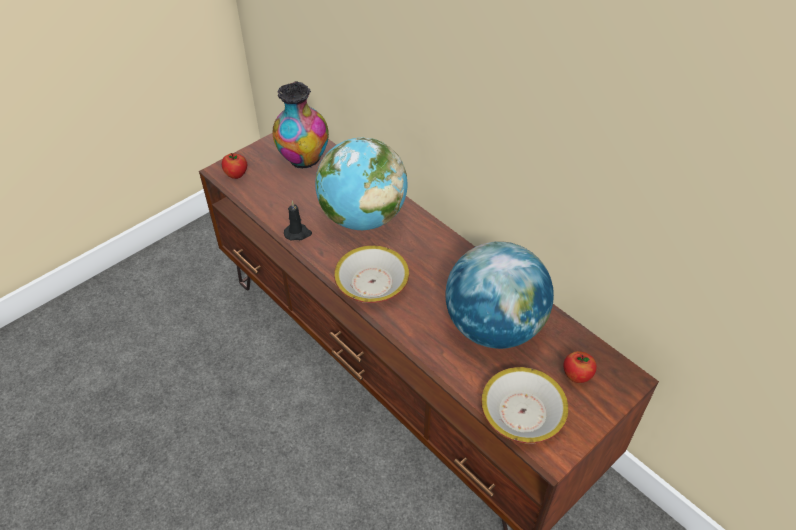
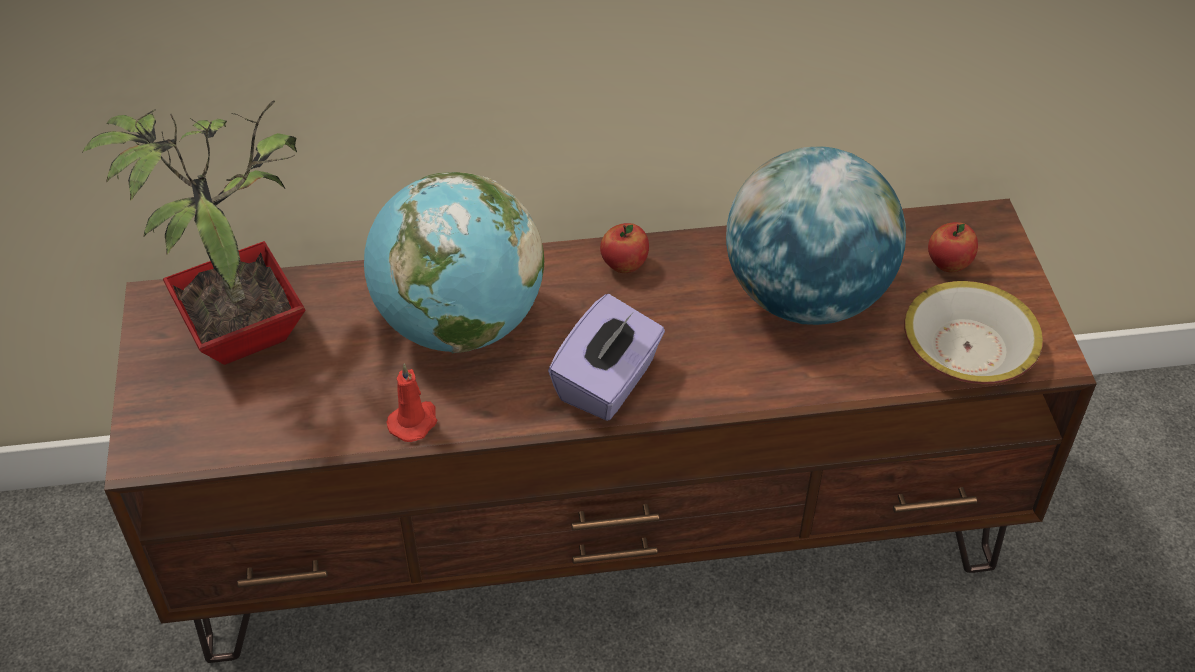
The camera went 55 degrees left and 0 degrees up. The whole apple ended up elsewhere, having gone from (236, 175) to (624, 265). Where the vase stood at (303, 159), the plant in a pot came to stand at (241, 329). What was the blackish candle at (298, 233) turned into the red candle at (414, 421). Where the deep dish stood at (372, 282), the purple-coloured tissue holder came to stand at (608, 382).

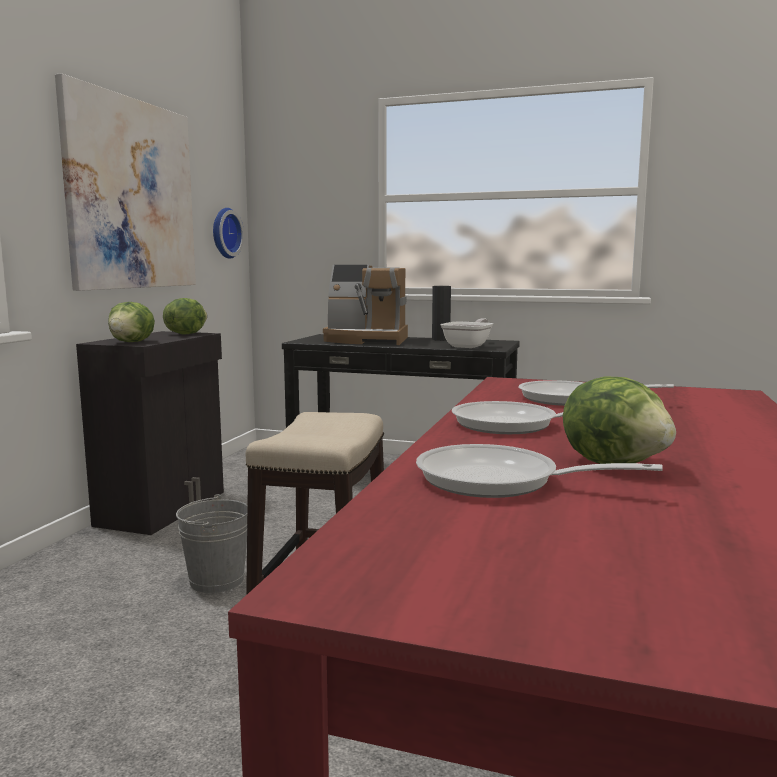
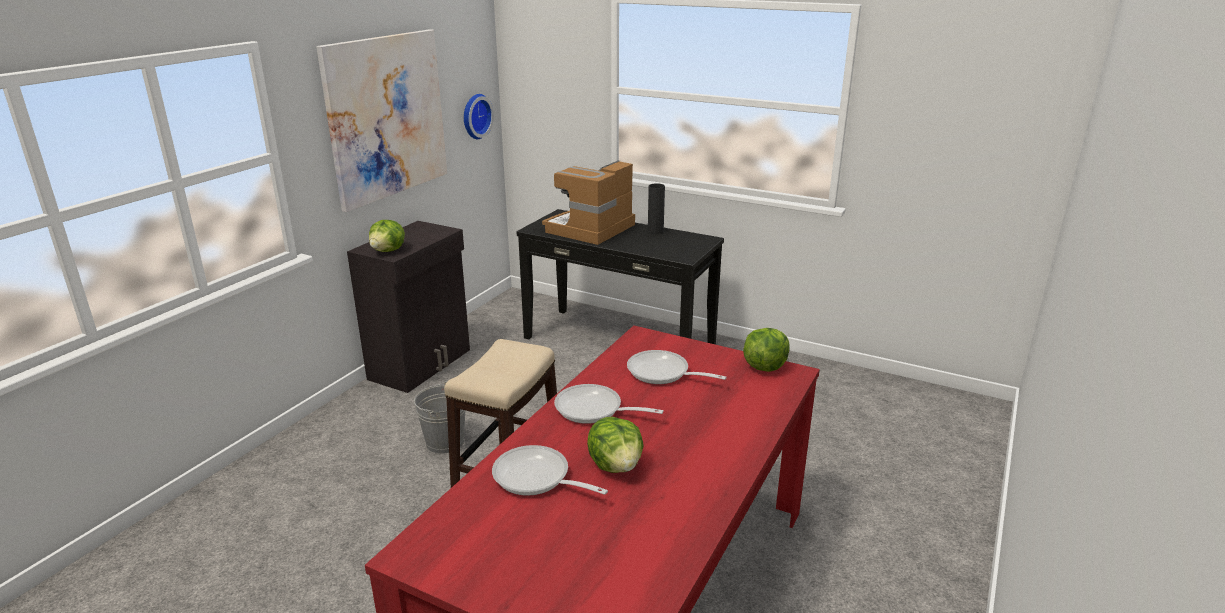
The camera went 10 degrees right and 15 degrees up. The head of lettuce ended up elsewhere, having gone from (185, 334) to (765, 366). The coffee maker at (367, 340) ended up facing another way, 105 degrees clockwise from before. The second view lost the pan at (469, 346).

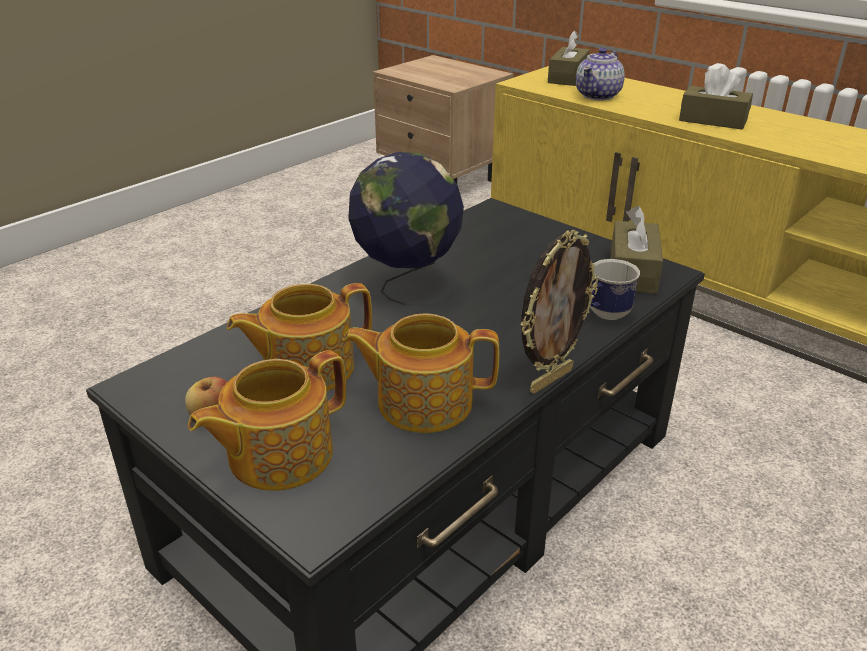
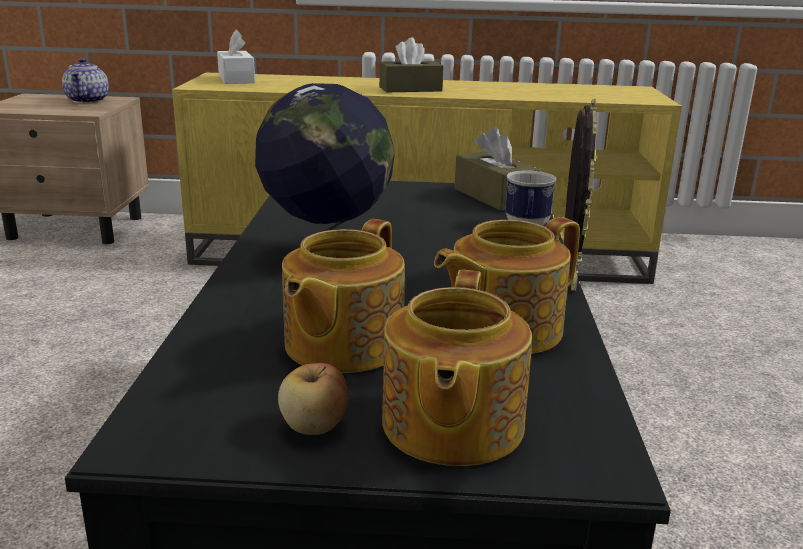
The camera went 40 degrees left and 10 degrees down. What was the brownish tissue holder at (567, 77) turned into the white-coloured tissue holder at (236, 79). The teapot ended up elsewhere, having gone from (598, 95) to (88, 100).

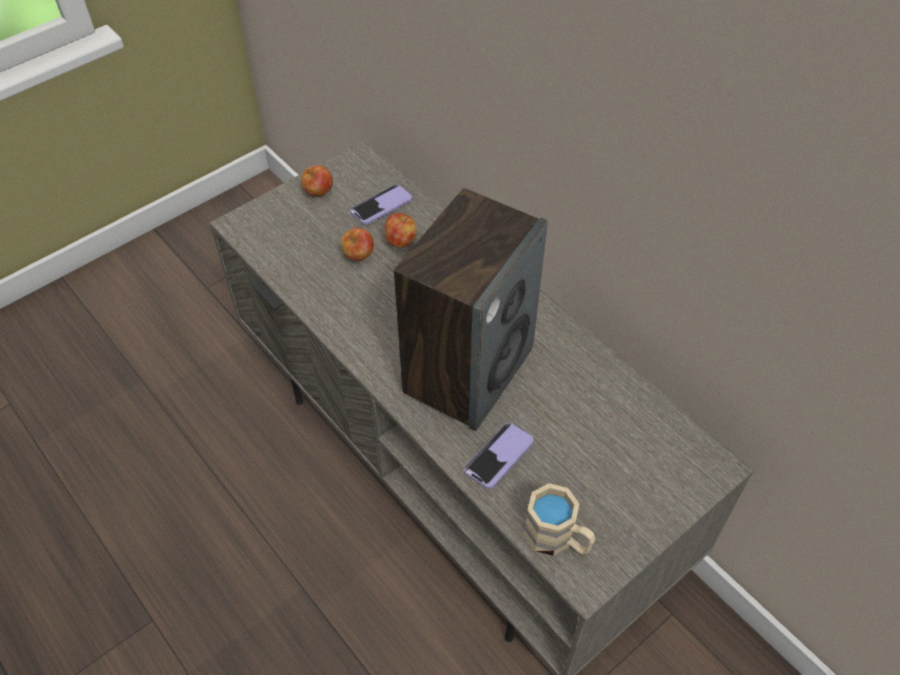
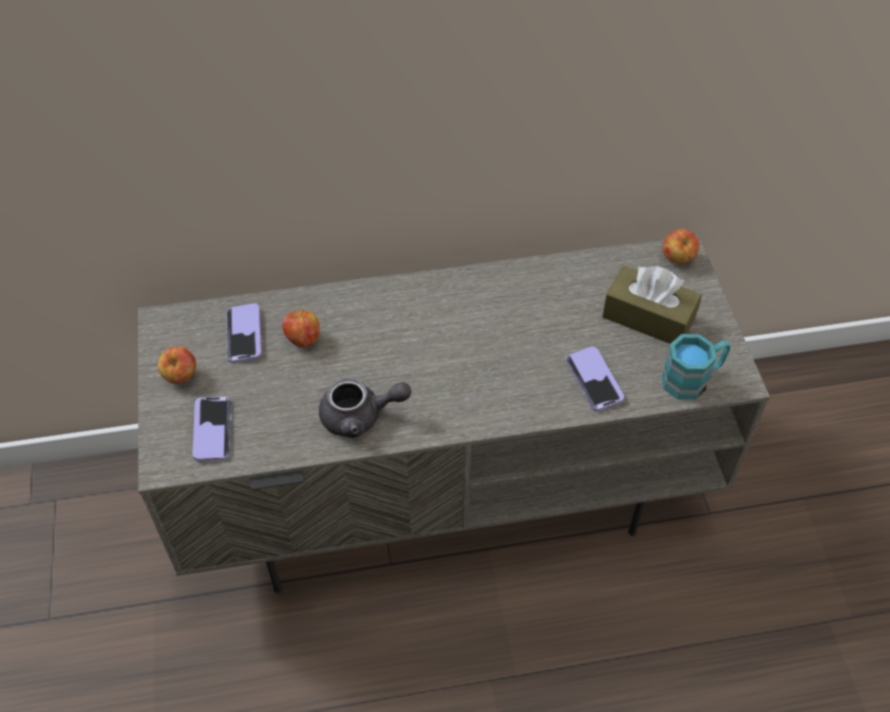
The camera went 60 degrees left and 0 degrees up. The whole apple ended up elsewhere, having gone from (359, 256) to (677, 258). The second view lost the audio speaker at (468, 369). What was the beige-coloured tea mug at (558, 538) turned into the blue-green tea mug at (692, 379). The second view gained the handset at (212, 430). The second view gained the greyish teapot at (360, 416). The second view gained the brownish tissue holder at (648, 317).

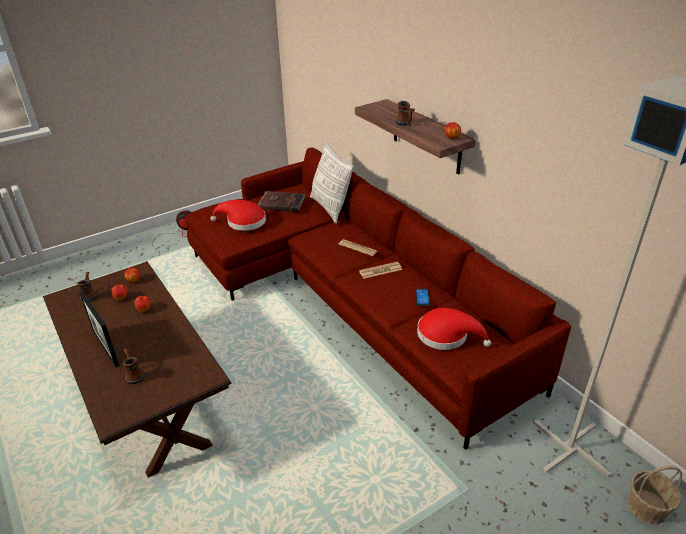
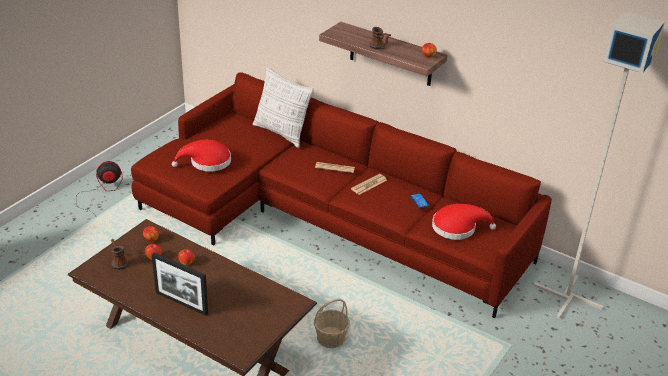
The camera went 25 degrees left and 0 degrees up. The second view lost the tea mug at (134, 374). The second view lost the brownish bound book at (282, 203). The household basket ended up elsewhere, having gone from (647, 507) to (331, 338).

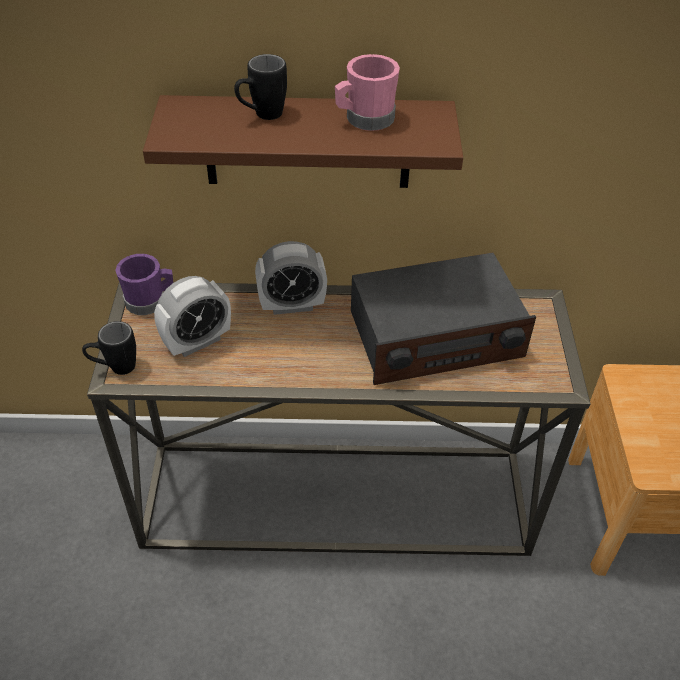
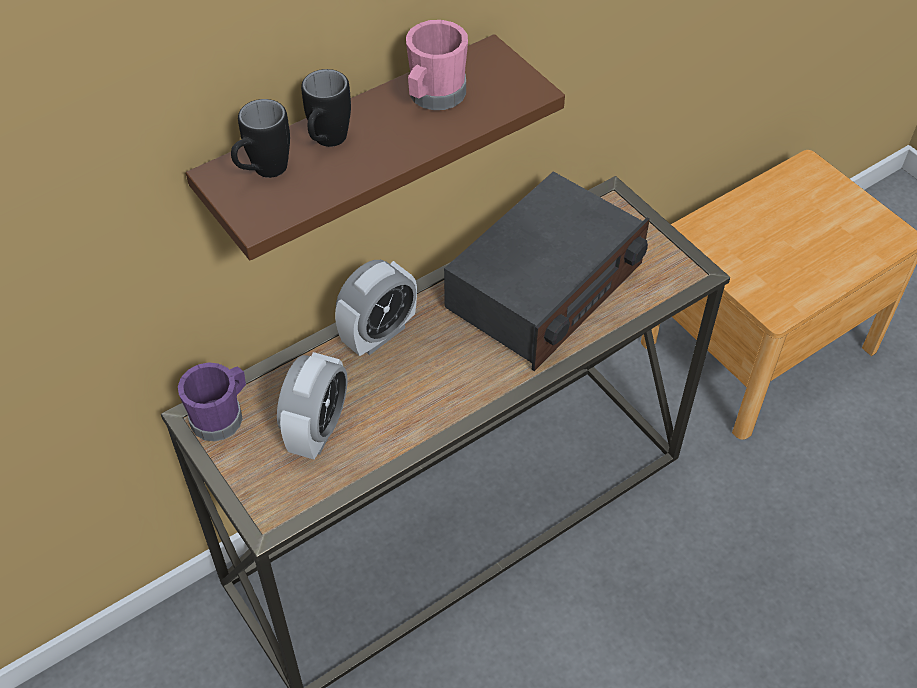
The camera went 35 degrees left and 5 degrees up. The blackish tea mug ended up elsewhere, having gone from (115, 368) to (263, 173).

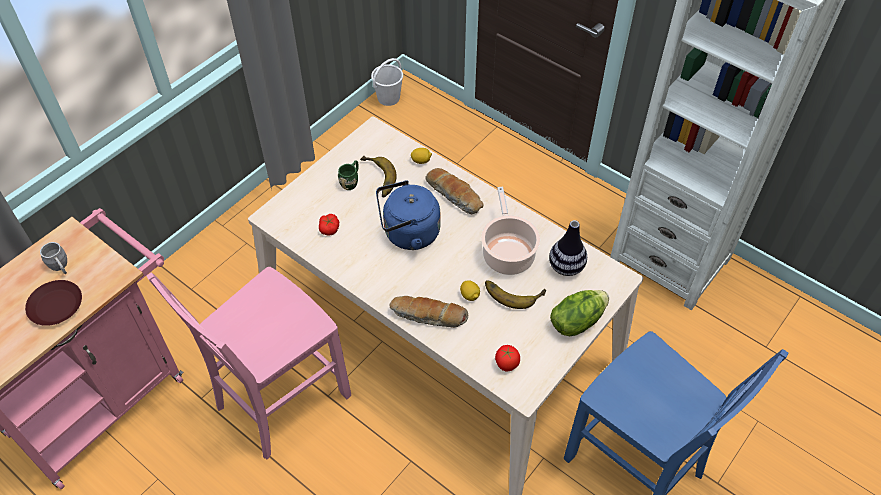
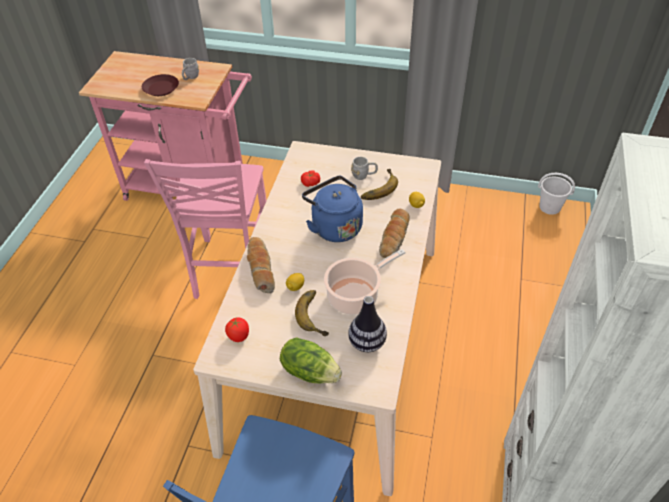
The camera went 65 degrees right and 5 degrees down. The pink plain chair at (279, 401) ended up facing another way, 105 degrees counterclockwise from before. What was the green-coloured tea mug at (351, 181) turned into the greyish tea mug at (364, 175).

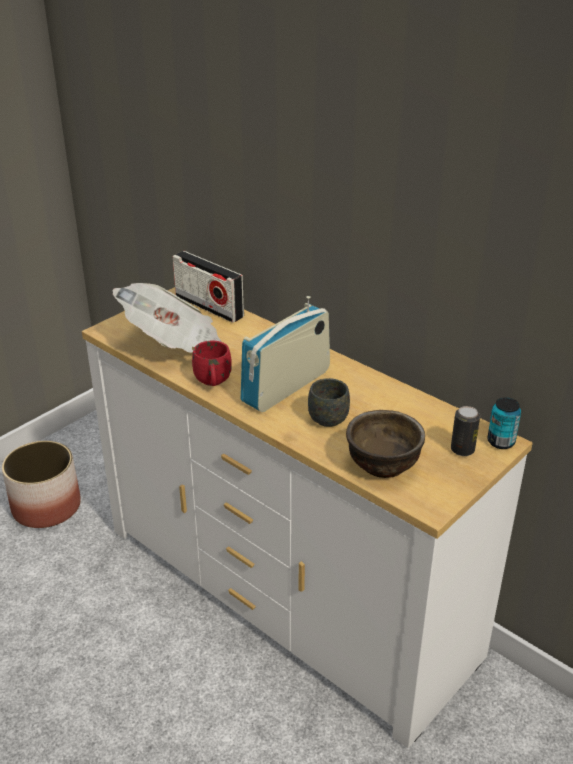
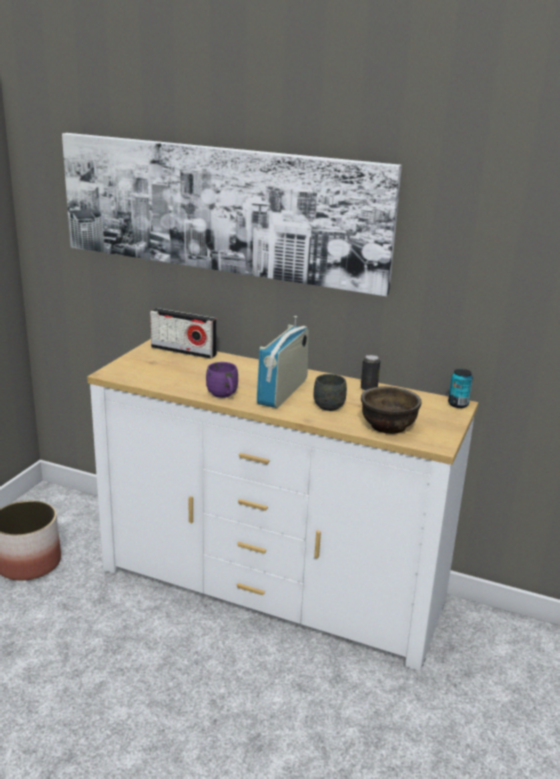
The camera went 20 degrees left and 10 degrees down. The second view lost the printed paper at (175, 344). What was the red tea mug at (213, 382) turned into the purple-coloured tea mug at (223, 395). The can ended up elsewhere, having gone from (462, 450) to (369, 388). The second view gained the wall art at (221, 209).

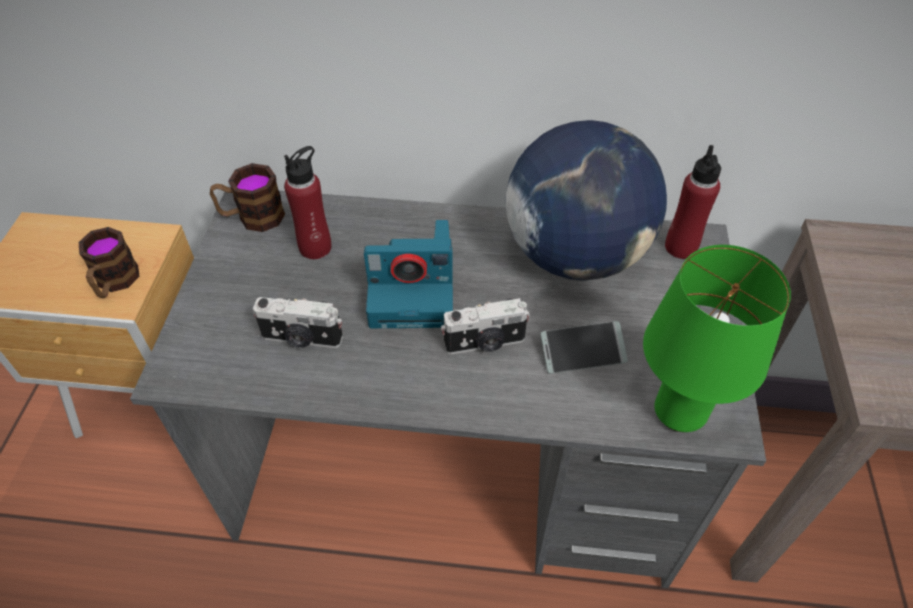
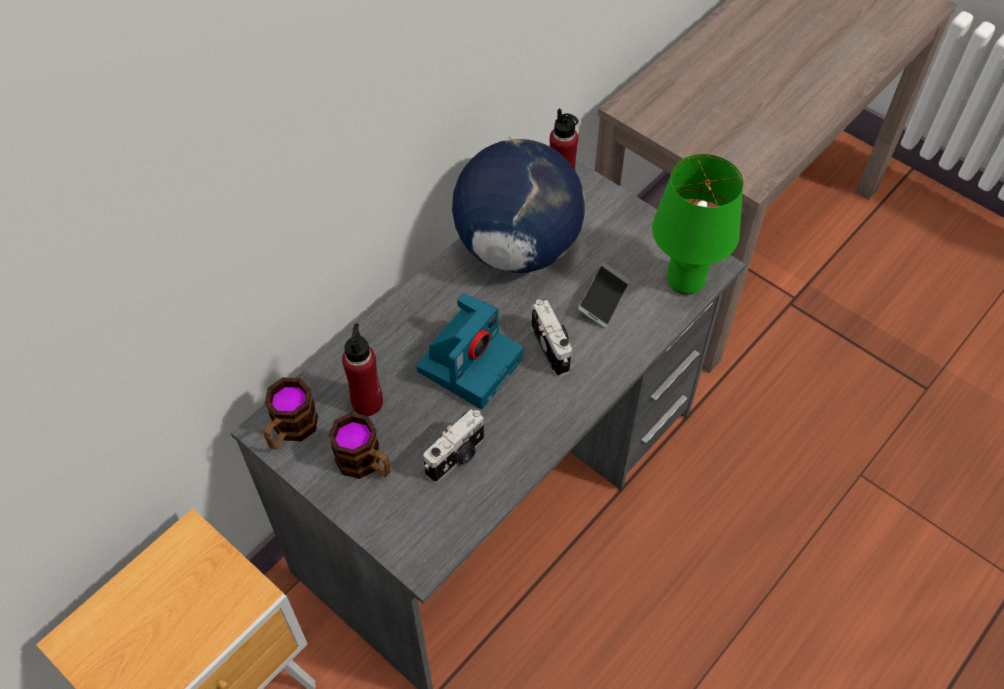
The camera went 55 degrees left and 5 degrees up. The tea mug ended up elsewhere, having gone from (115, 283) to (366, 464). The photo camera at (485, 343) ended up facing another way, 45 degrees counterclockwise from before.

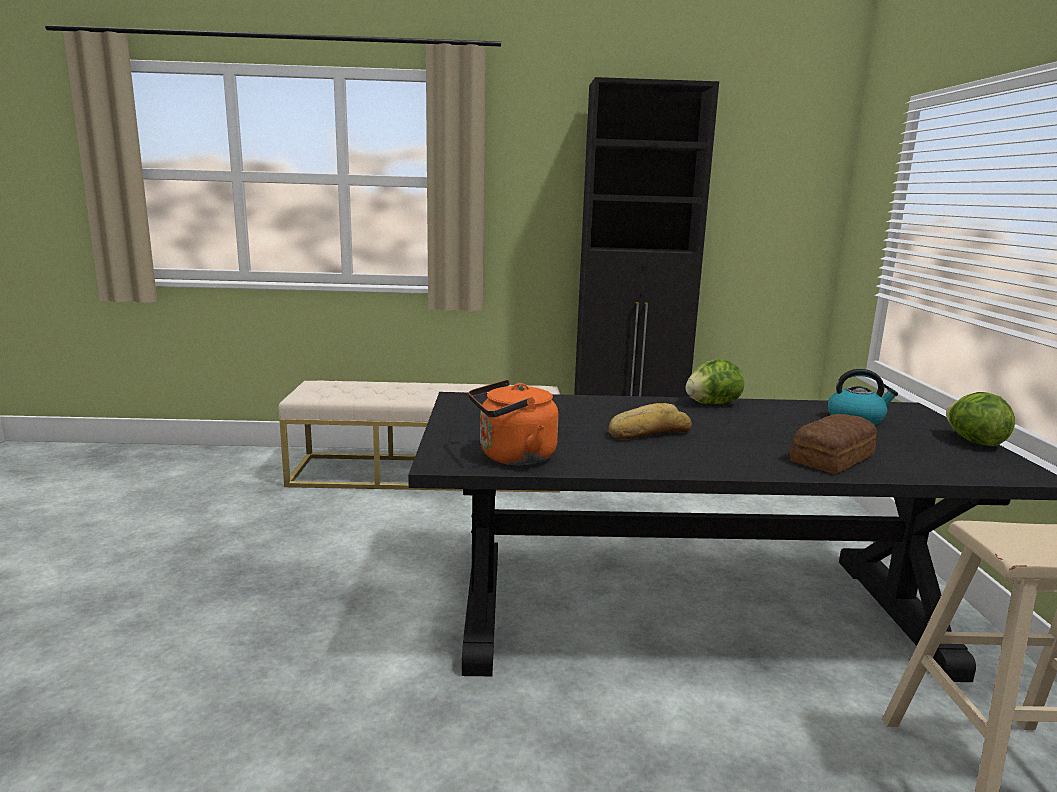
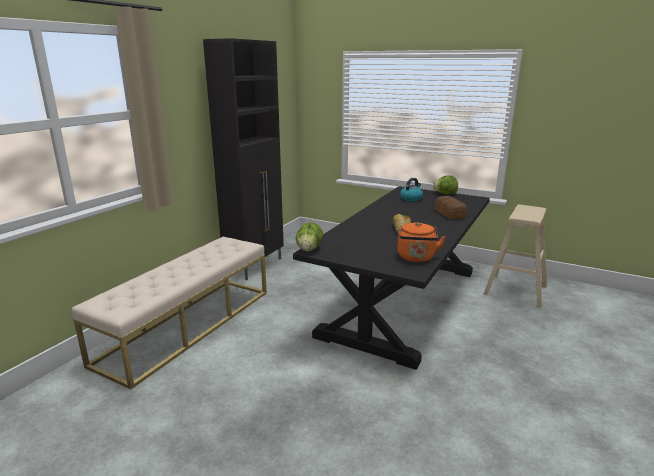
The camera went 60 degrees left and 5 degrees up. The head of lettuce ended up elsewhere, having gone from (711, 404) to (309, 249).

